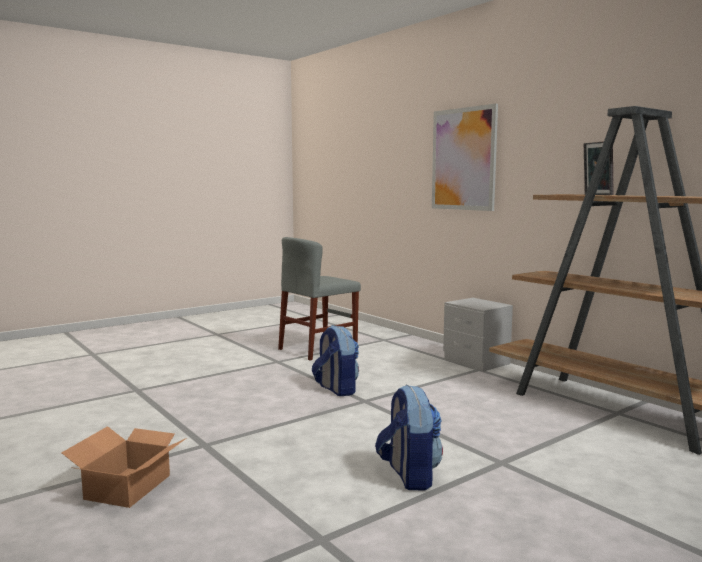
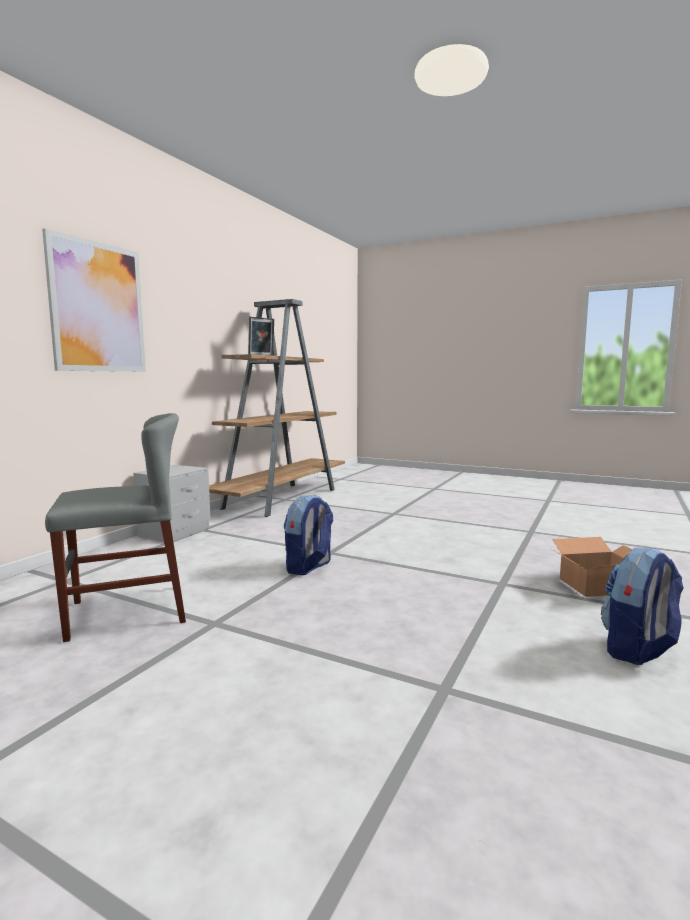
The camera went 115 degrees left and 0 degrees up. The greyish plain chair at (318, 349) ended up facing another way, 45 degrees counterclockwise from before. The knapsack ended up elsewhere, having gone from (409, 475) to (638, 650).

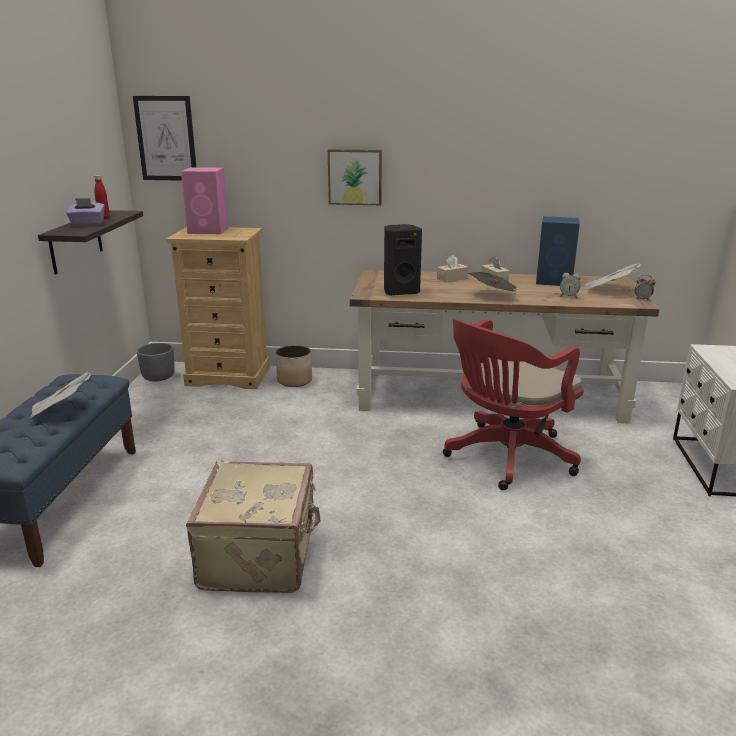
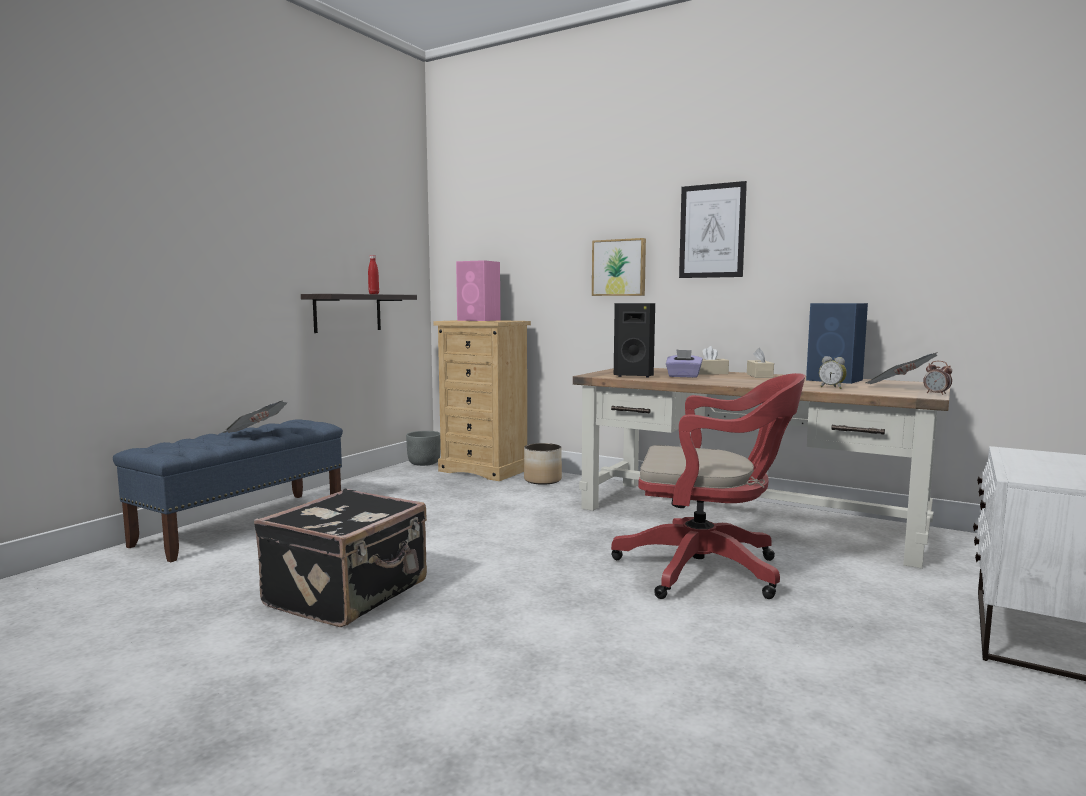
The camera went 25 degrees right and 15 degrees down. The purple-coloured tissue holder ended up elsewhere, having gone from (87, 224) to (683, 376). The wall art ended up elsewhere, having gone from (166, 138) to (712, 231). What was the beige-coloured piece of luggage at (261, 555) turned into the blackish piece of luggage at (349, 594). The red desk chair at (505, 458) ended up facing another way, 150 degrees counterclockwise from before. The second view lost the printed paper at (494, 295).

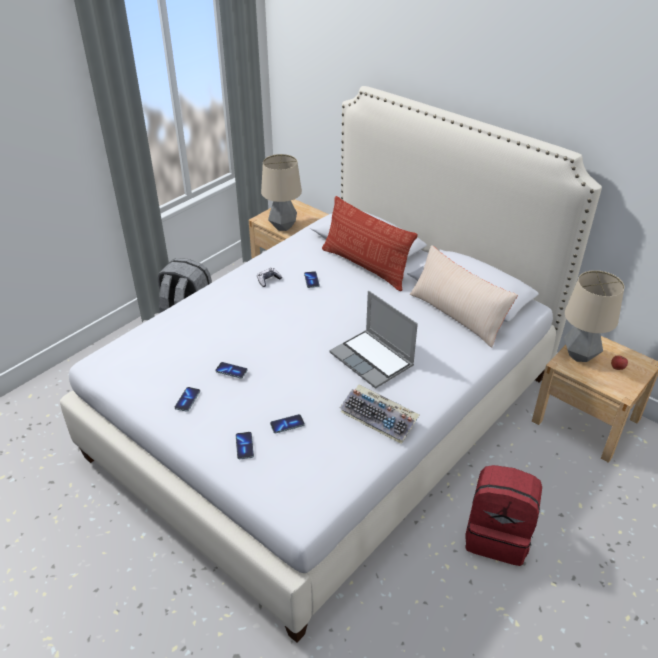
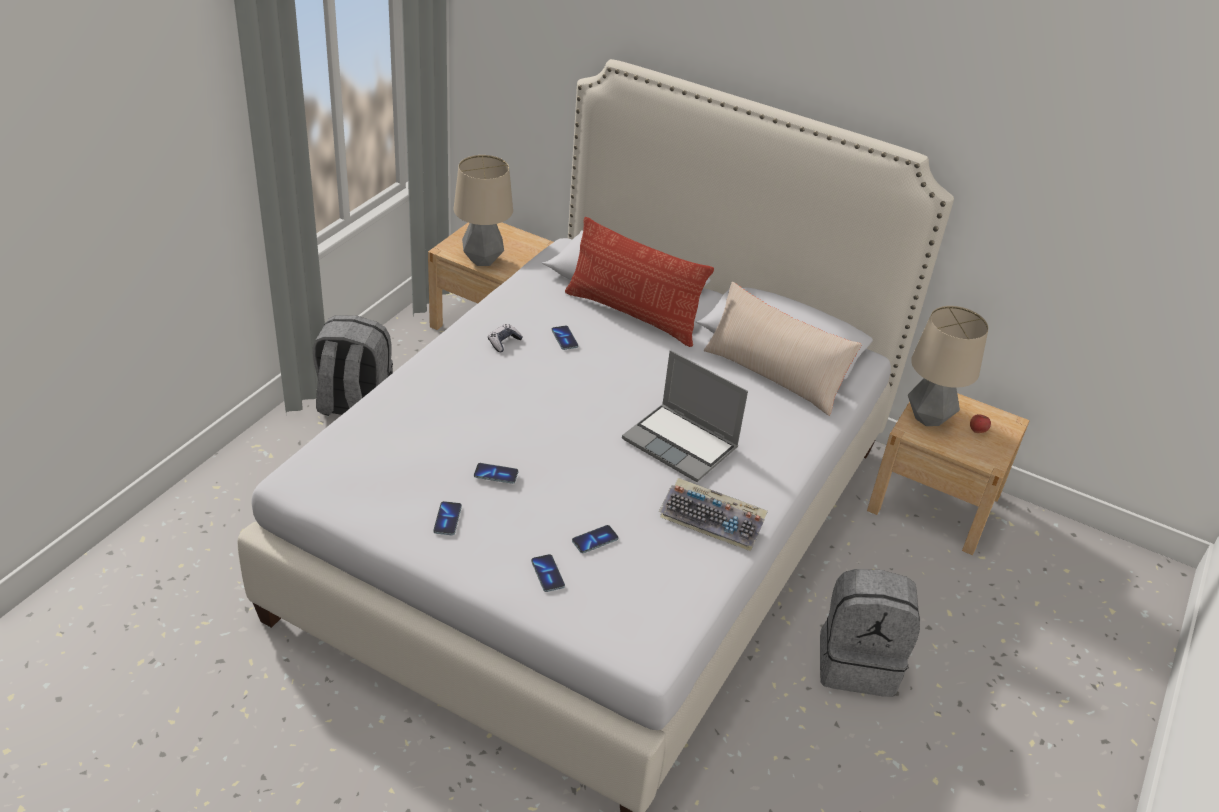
The camera went 15 degrees left and 0 degrees up. What was the red knapsack at (498, 536) turned into the greyish knapsack at (857, 663).

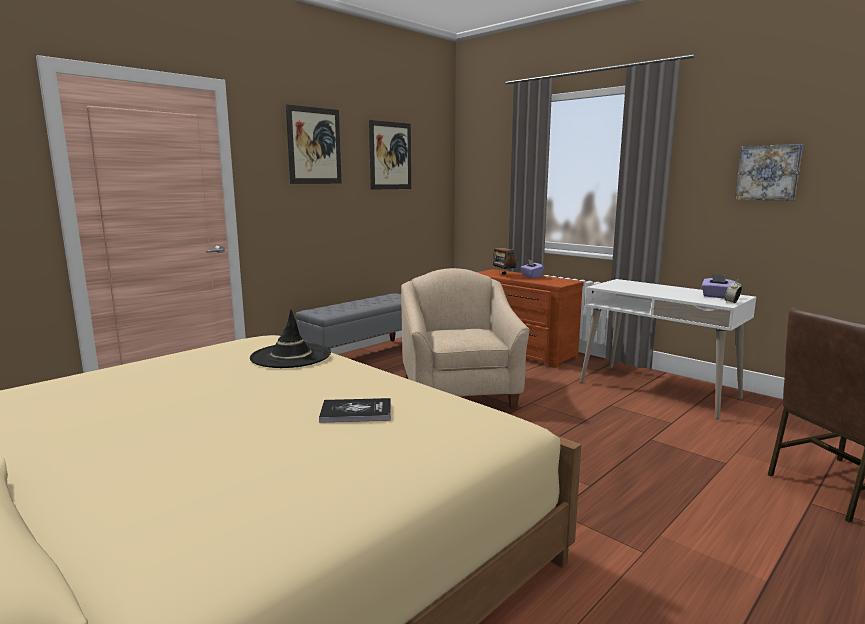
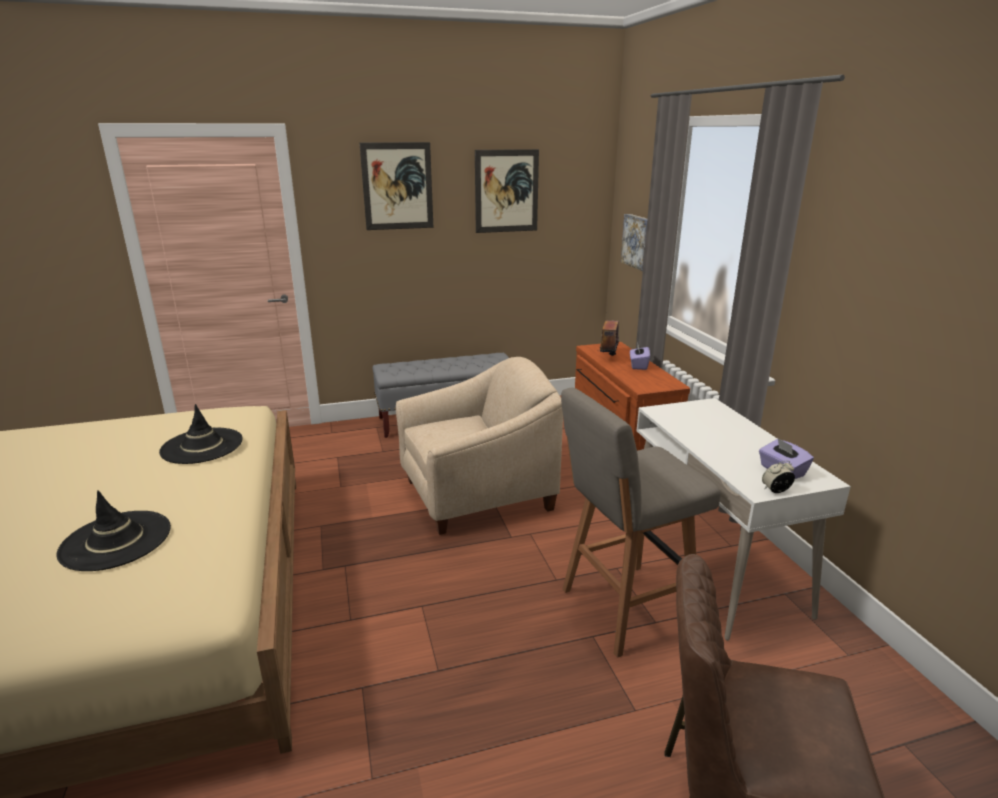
The camera went 30 degrees right and 10 degrees up. Where the bound book stood at (356, 412), the blackish clothing hat came to stand at (116, 541). The beige-coloured easy chair at (459, 392) ended up facing another way, 45 degrees clockwise from before. The wall art ended up elsewhere, having gone from (768, 172) to (638, 241). The second view gained the greyish stool seat at (623, 609).

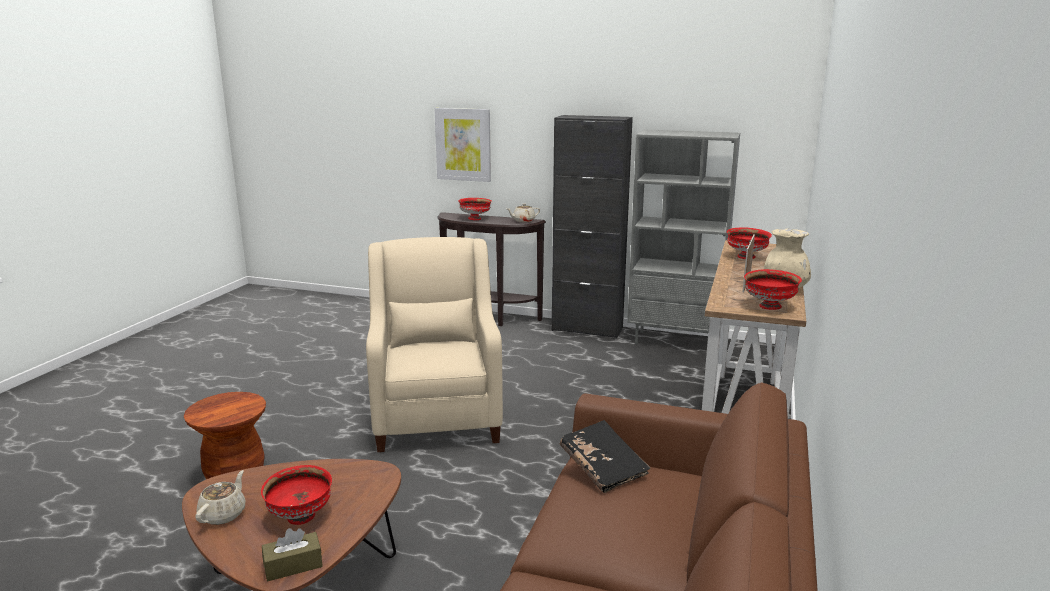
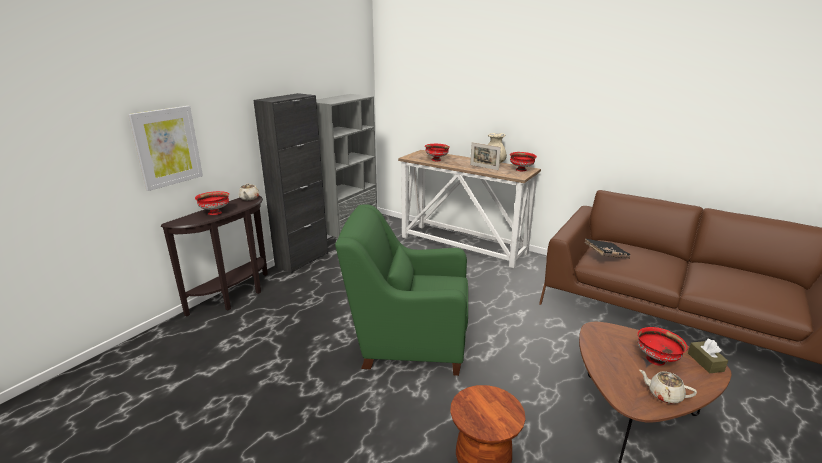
The camera went 75 degrees left and 5 degrees up. What was the beige-coloured easy chair at (436, 414) turned into the green-coloured easy chair at (408, 341).

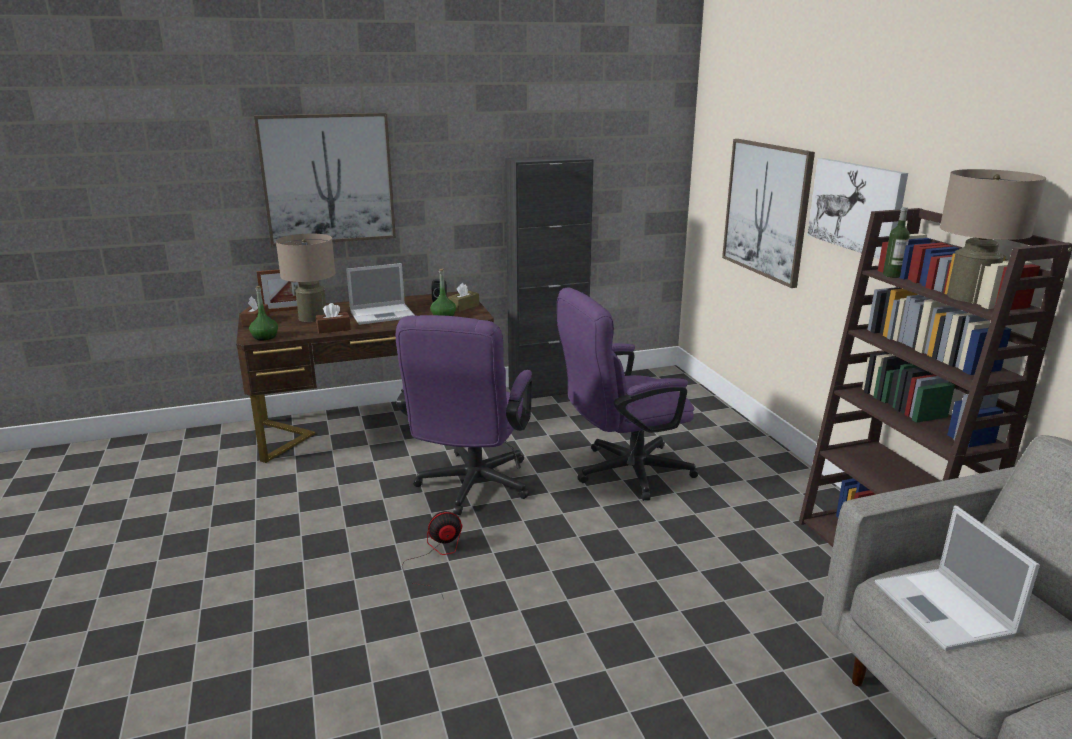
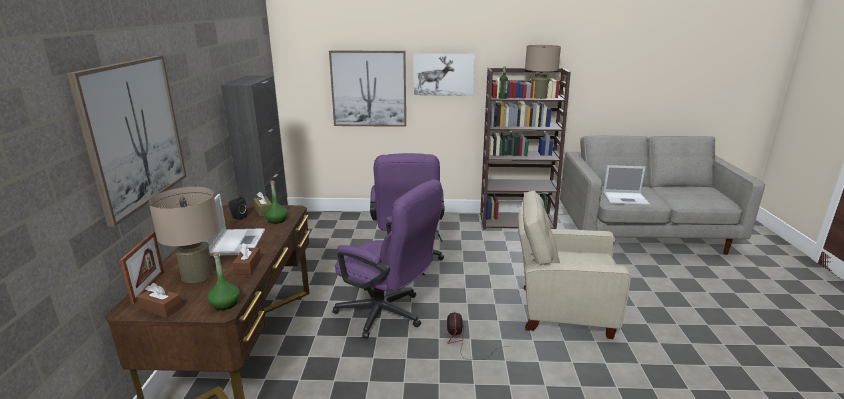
The camera went 70 degrees left and 0 degrees up. The second view gained the beige-coloured easy chair at (561, 310).

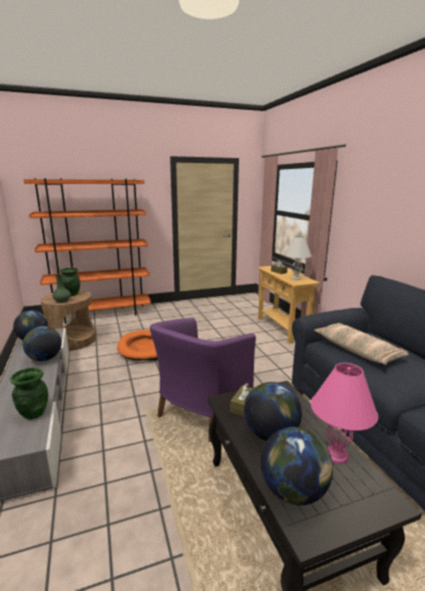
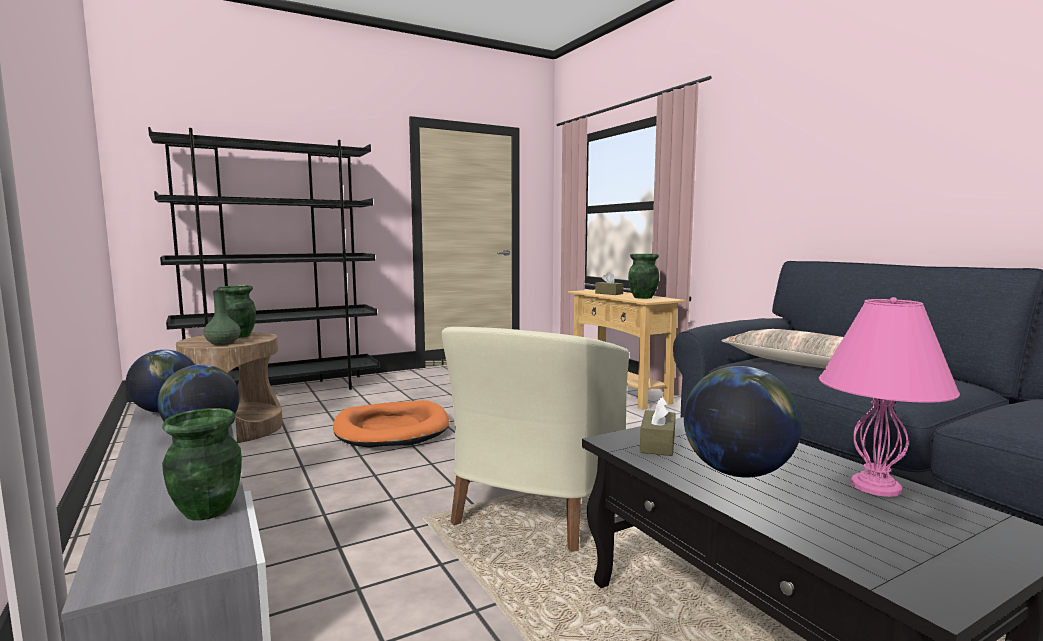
The camera went 10 degrees left and 10 degrees down. What was the orangey bookcase at (101, 314) turned into the blackish bookcase at (282, 391). What was the purple-coloured easy chair at (201, 411) turned into the beige-coloured easy chair at (534, 509). The second view lost the desk globe at (293, 491). Where the white-coloured tabletop lamp stood at (295, 278), the green-coloured vase came to stand at (642, 297).

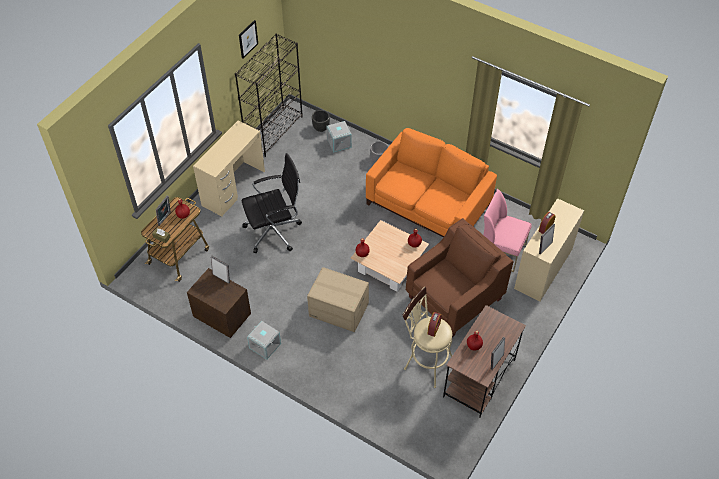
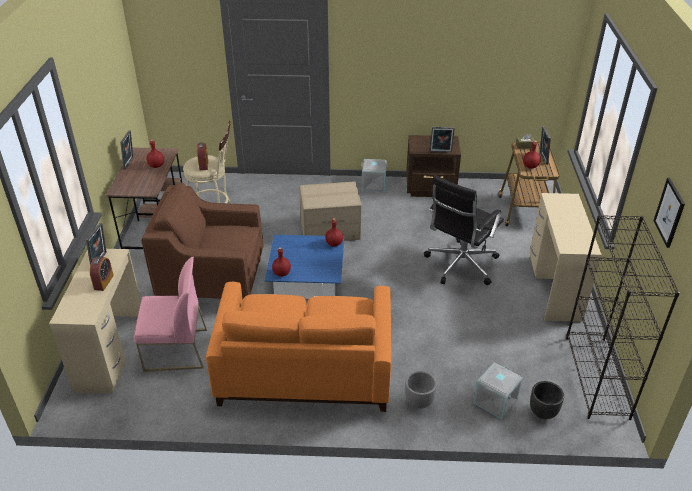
The camera went 150 degrees right and 15 degrees down. What was the beige-coloured lounge table at (389, 266) turned into the blue-coloured lounge table at (307, 282). The brownish easy chair at (455, 298) ended up facing another way, 75 degrees clockwise from before.

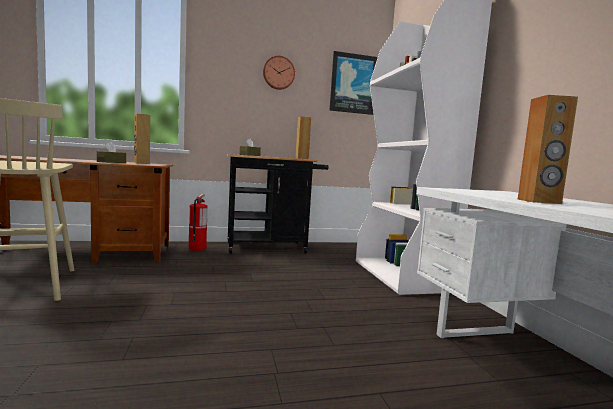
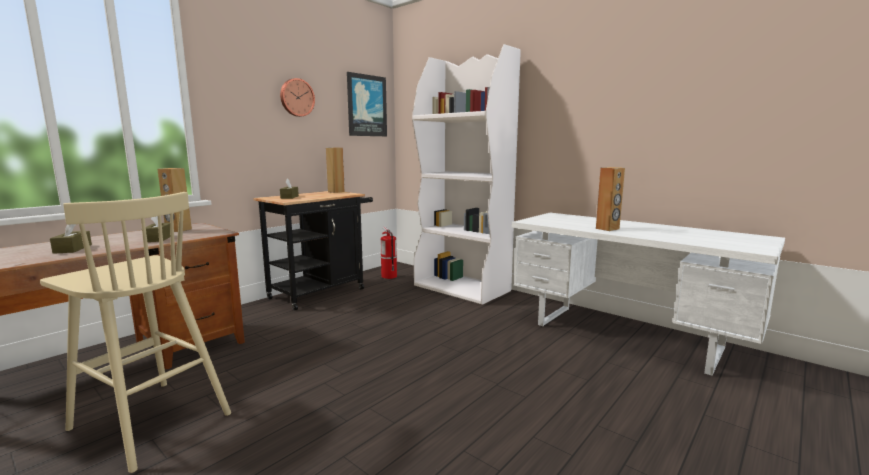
The camera went 35 degrees left and 5 degrees up. The fire-fighting cylinder ended up elsewhere, having gone from (197, 248) to (389, 276). The second view gained the brownish tissue holder at (73, 249).

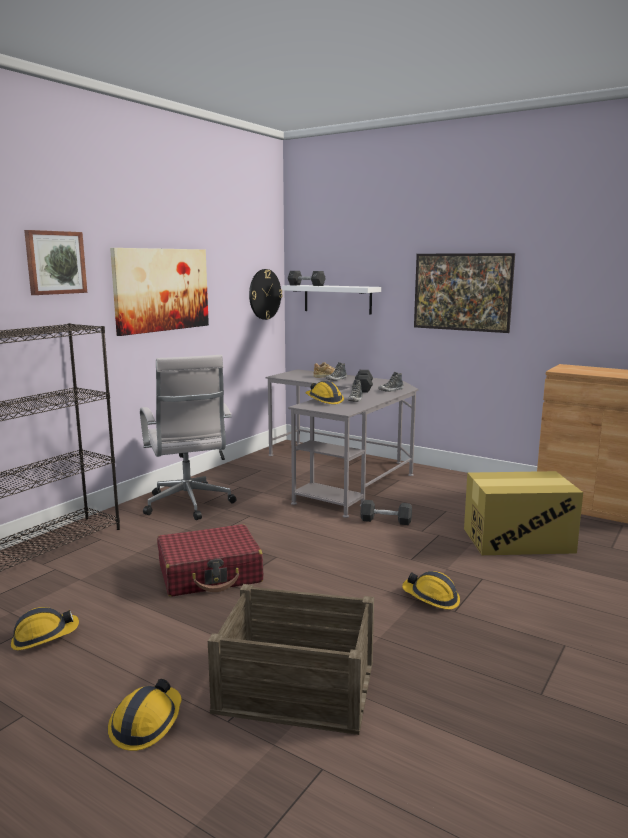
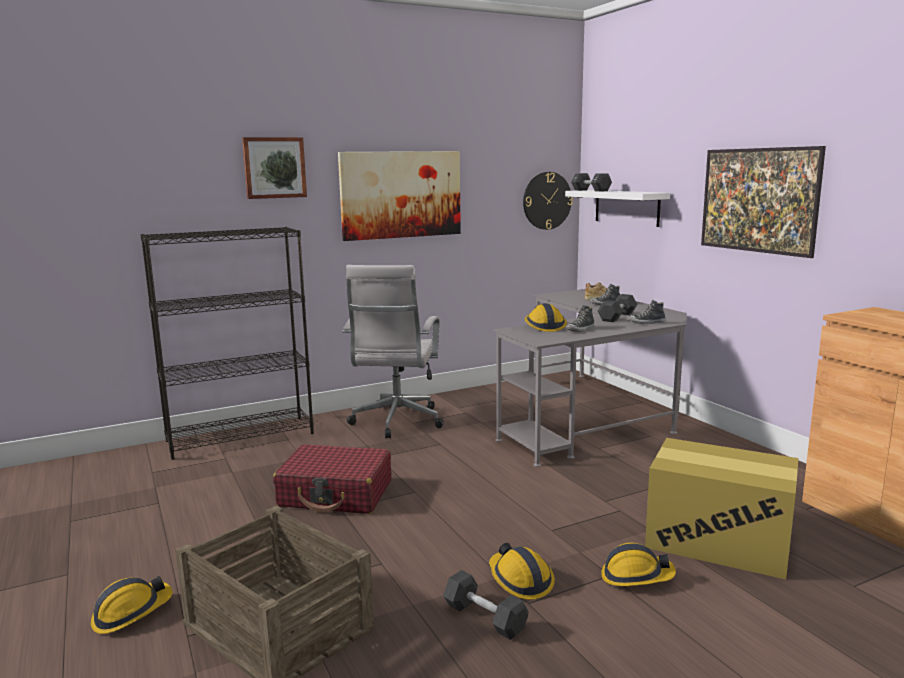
The camera went 30 degrees right and 0 degrees up. The safety helmet ended up elsewhere, having gone from (44, 637) to (636, 577). The blackish free weight ended up elsewhere, having gone from (386, 521) to (485, 617).

